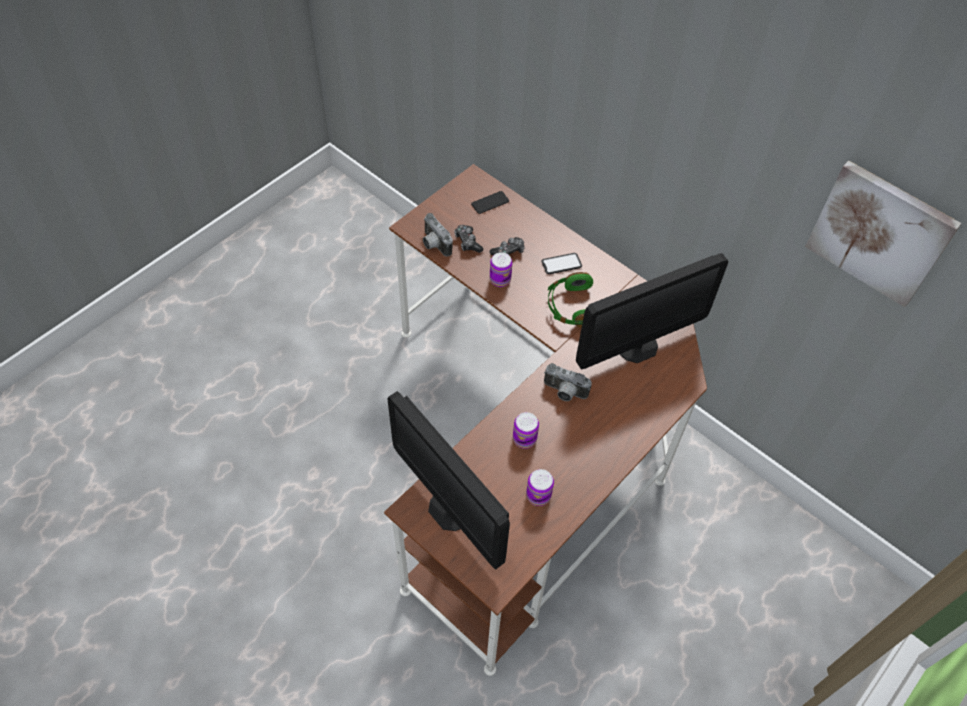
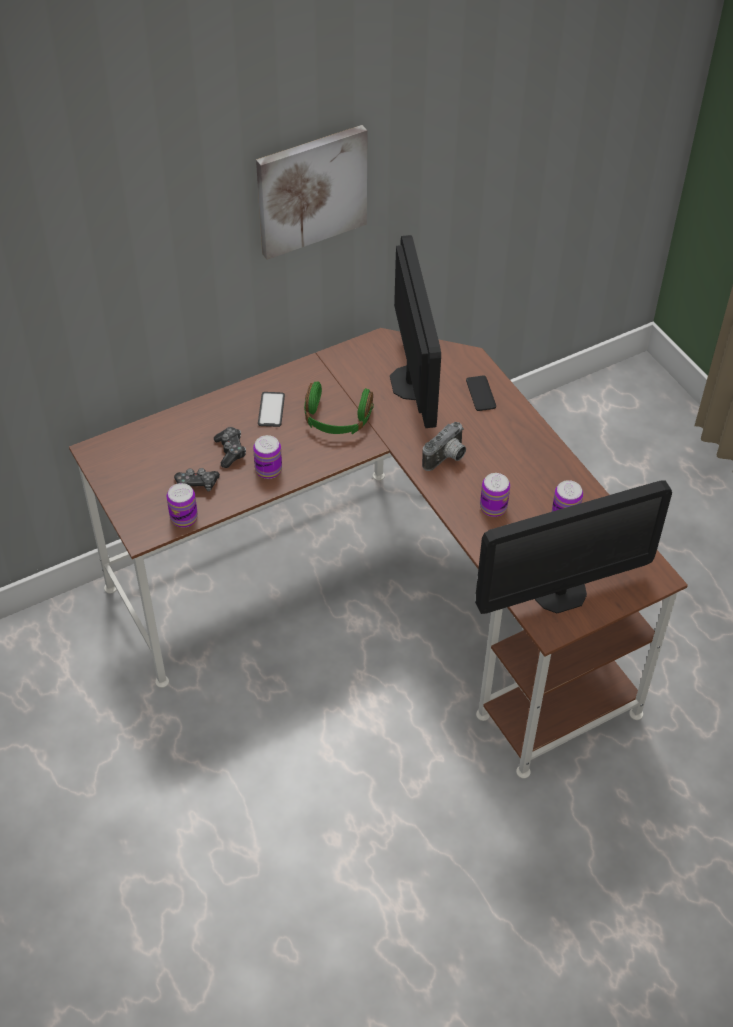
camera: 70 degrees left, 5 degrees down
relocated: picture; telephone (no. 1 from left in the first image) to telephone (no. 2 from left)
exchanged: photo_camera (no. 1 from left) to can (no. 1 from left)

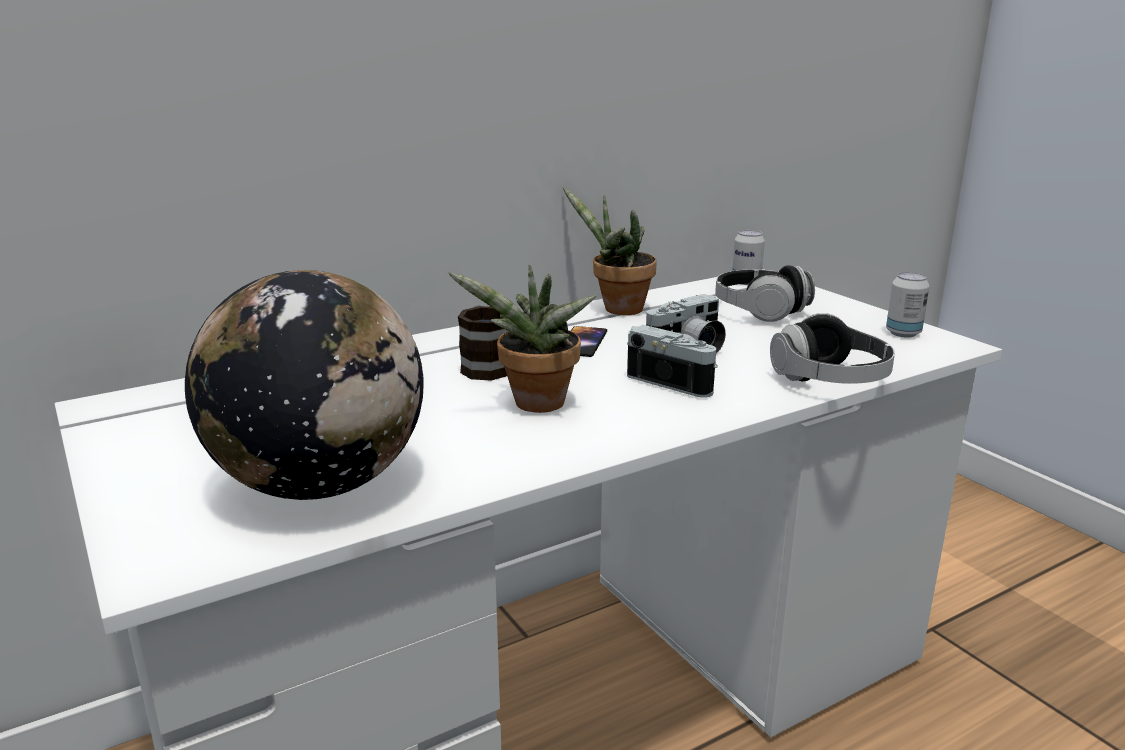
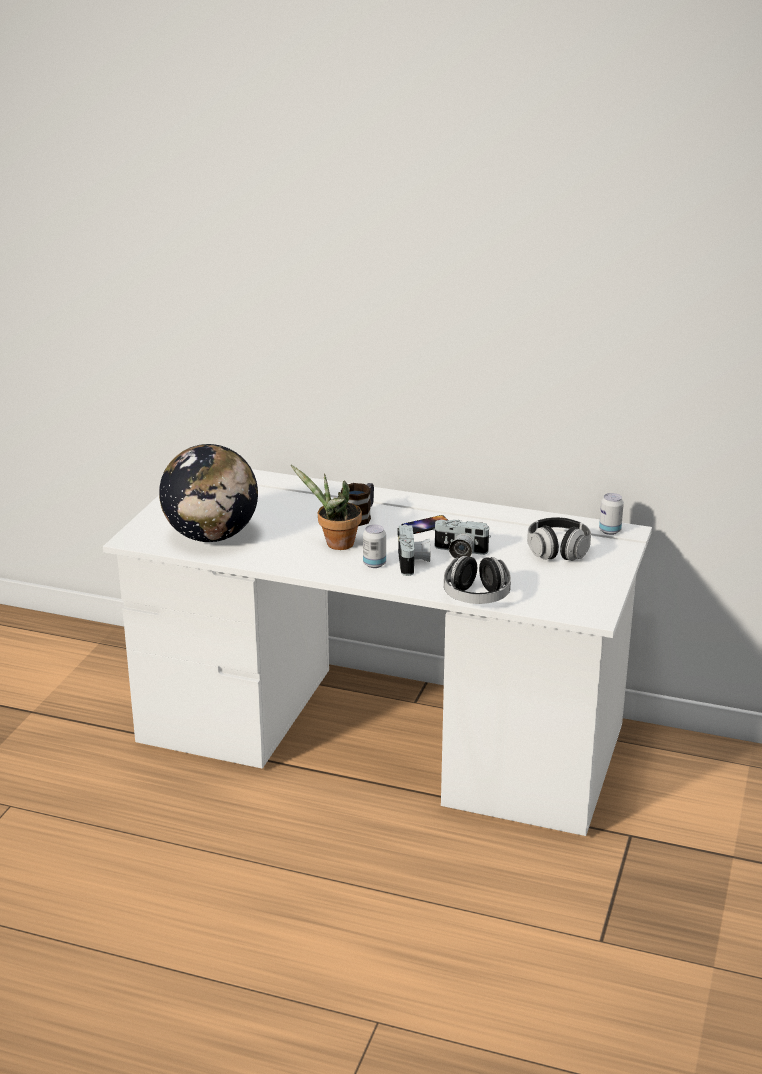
camera: 50 degrees right, 5 degrees up
missing: houseplant (no. 2 from left)
relocated: can (no. 2 from left in the first image) to can (no. 1 from left)

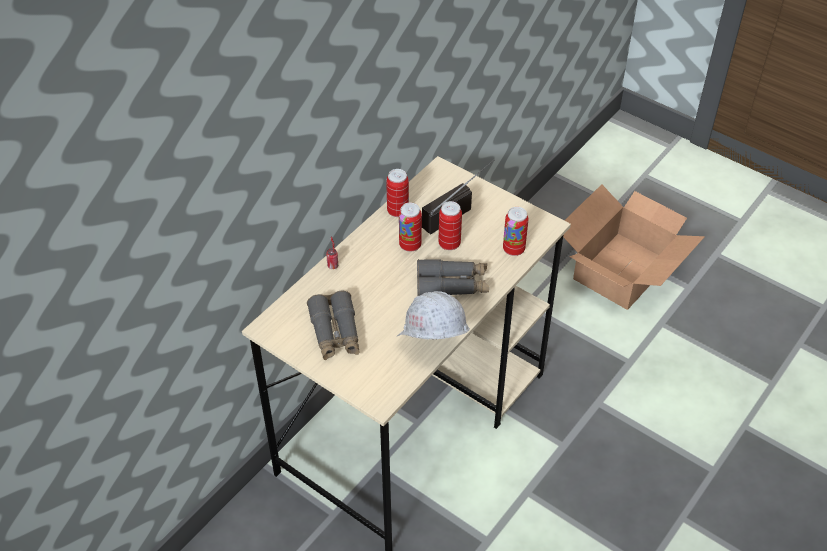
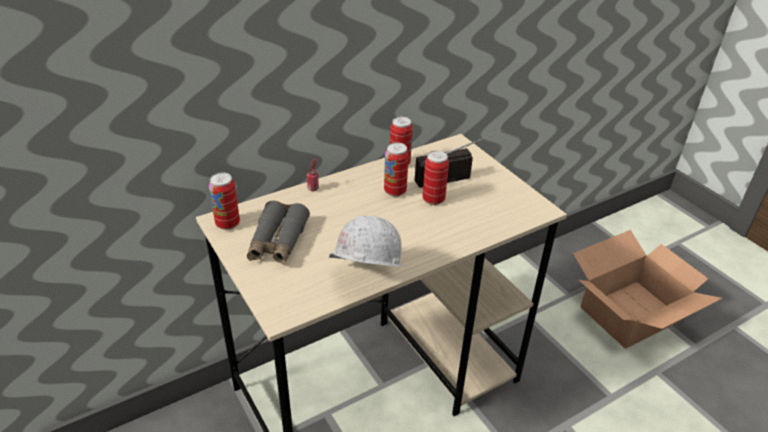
camera: 20 degrees right, 10 degrees down
missing: gray_pair_of_binoculars (no. 2 from left)
relocated: can (no. 5 from left in the first image) to can (no. 1 from left)

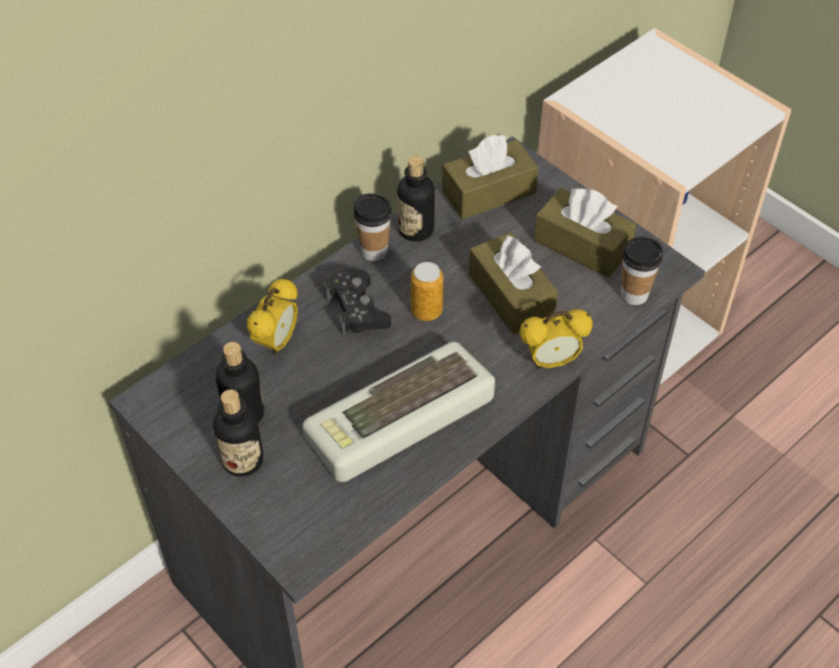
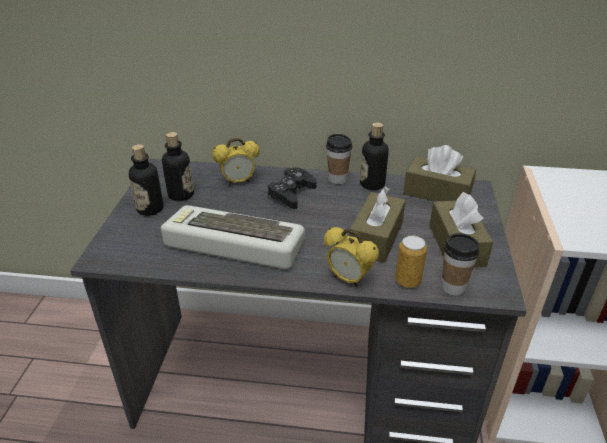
camera: 50 degrees right, 15 degrees down
relocated: can

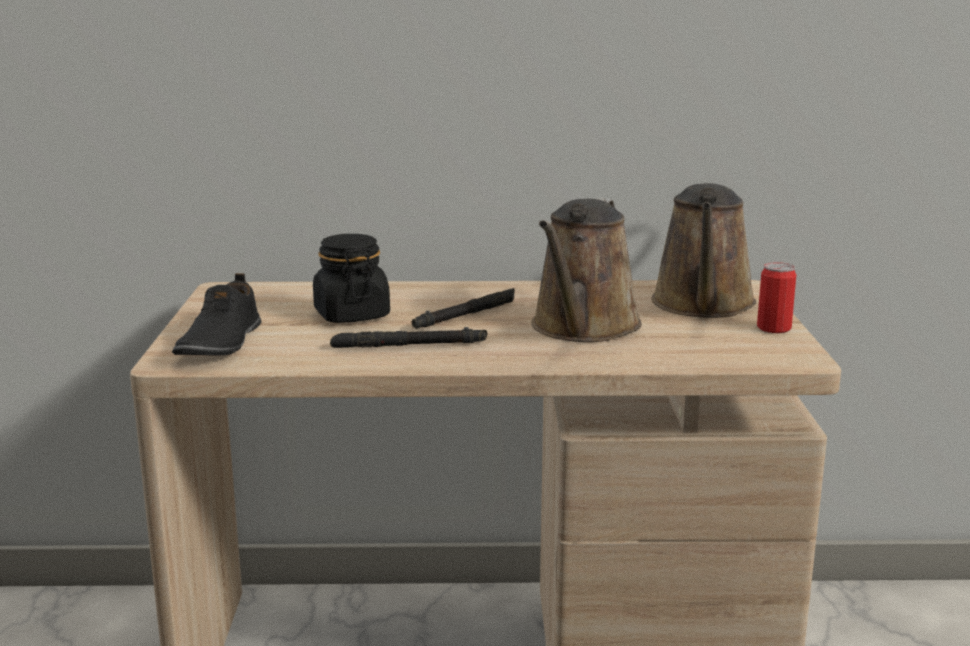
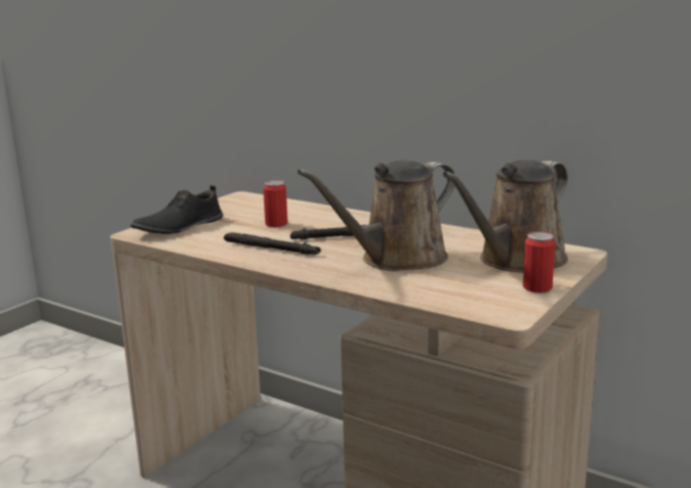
camera: 35 degrees right, 0 degrees up
exchanged: blackish_preserve_jar to can (no. 1 from left)

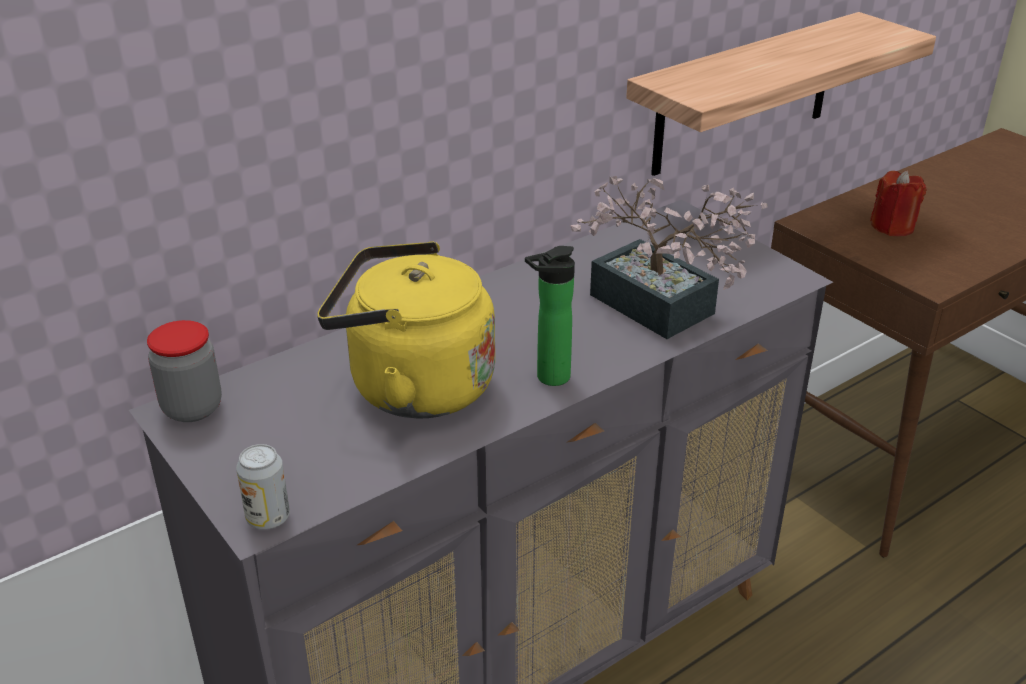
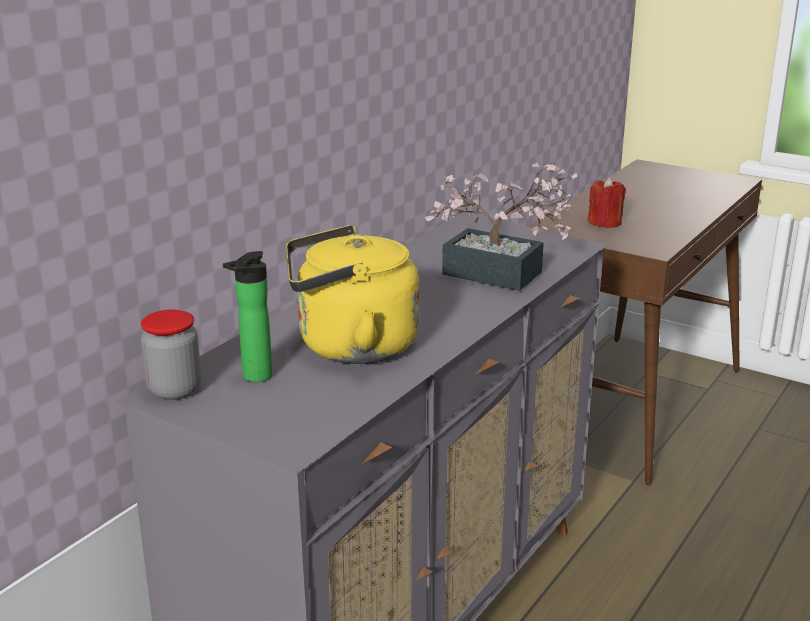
camera: 20 degrees left, 10 degrees down
missing: can; shelf
relocated: bottle

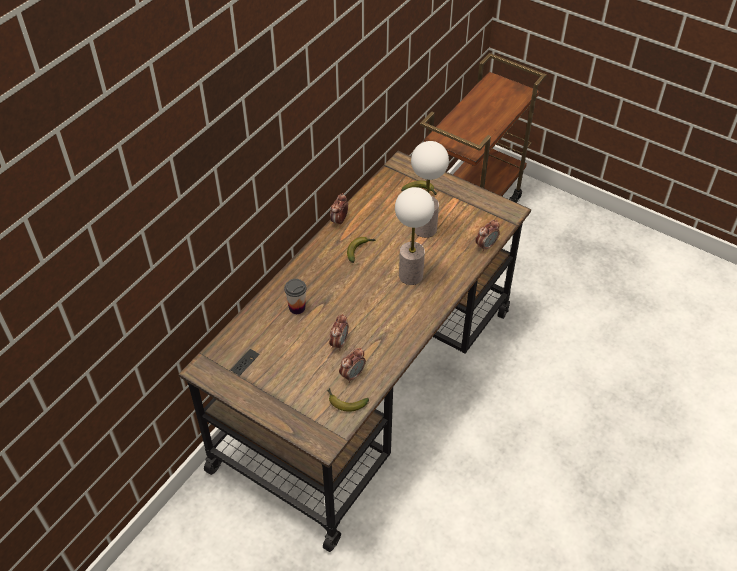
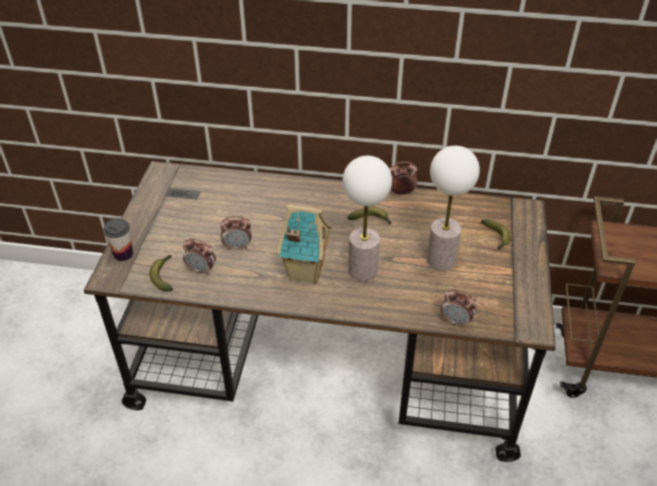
camera: 65 degrees right, 5 degrees down
appeared: miniature_house
relocated: cup

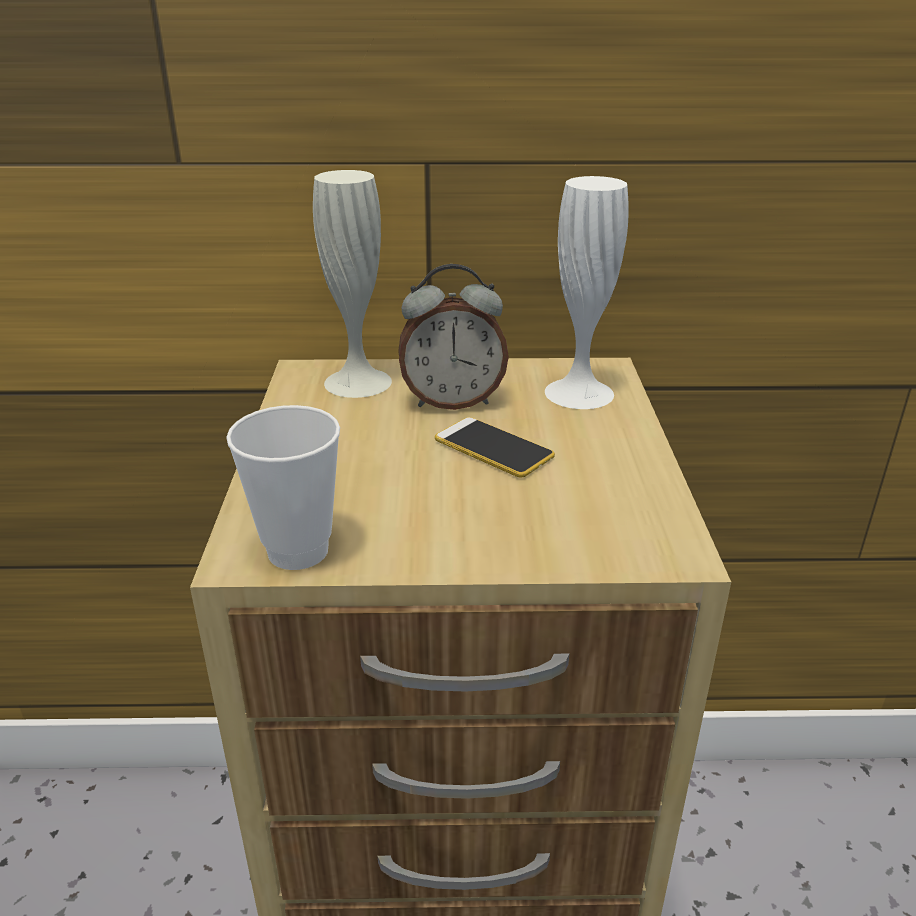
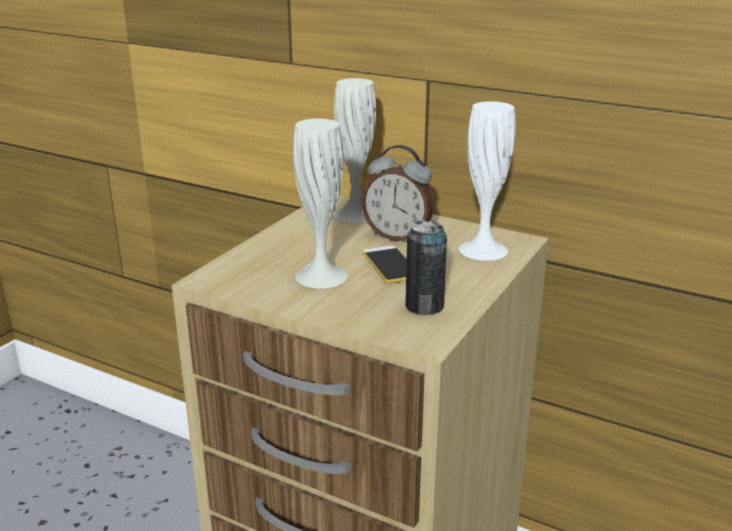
camera: 30 degrees right, 5 degrees down
missing: cup
appeared: white-coloured_decorative_vase (no. 1 from left); can

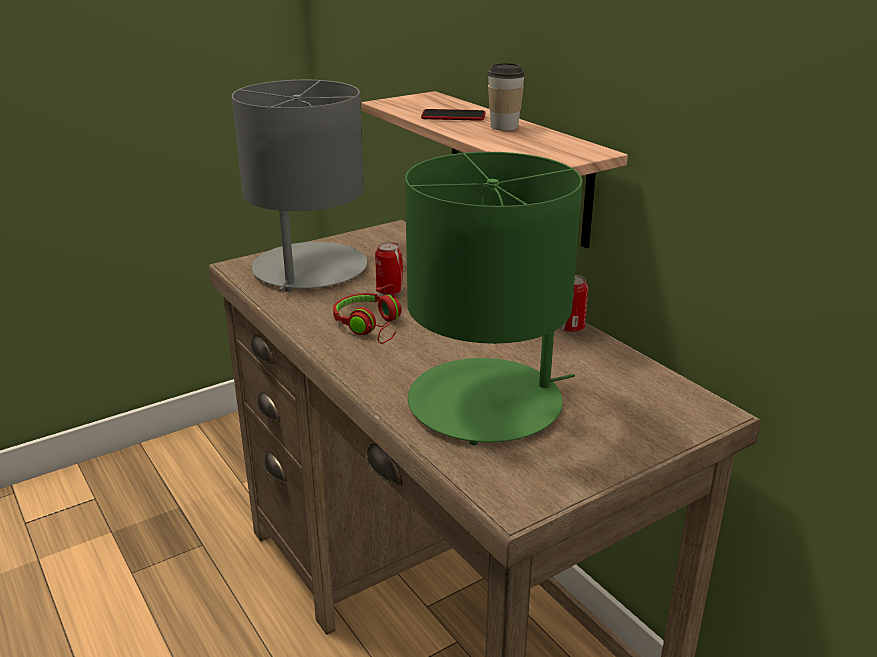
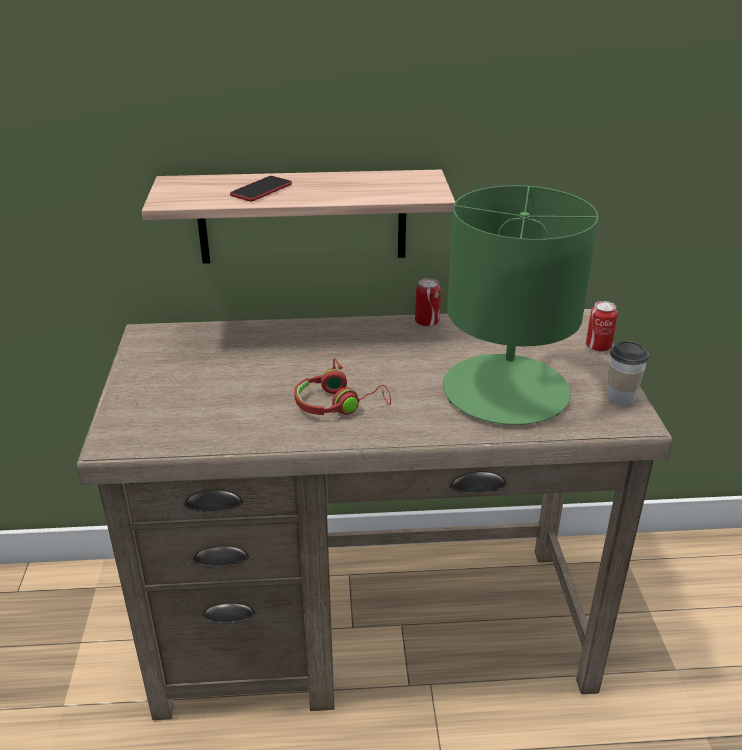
camera: 60 degrees left, 5 degrees up
missing: gray_table_lamp
relocated: can (no. 1 from left in the first image) to can (no. 2 from left); cup

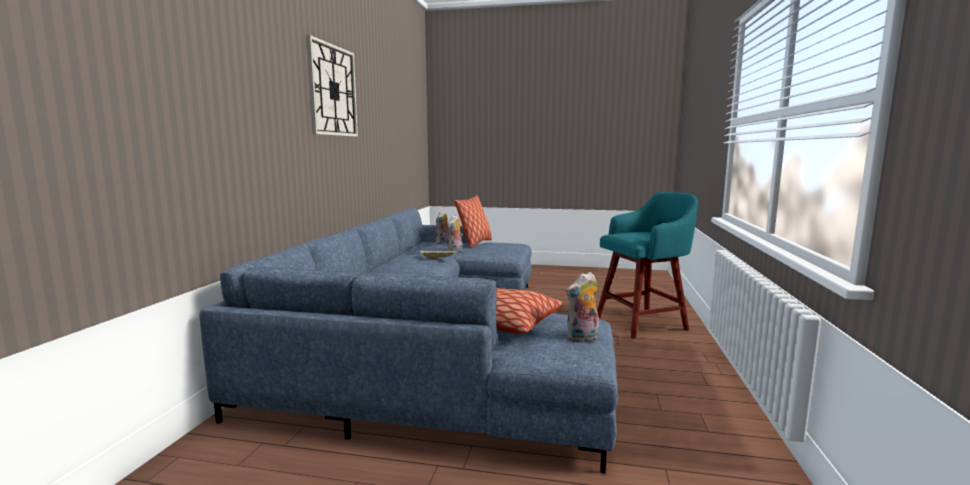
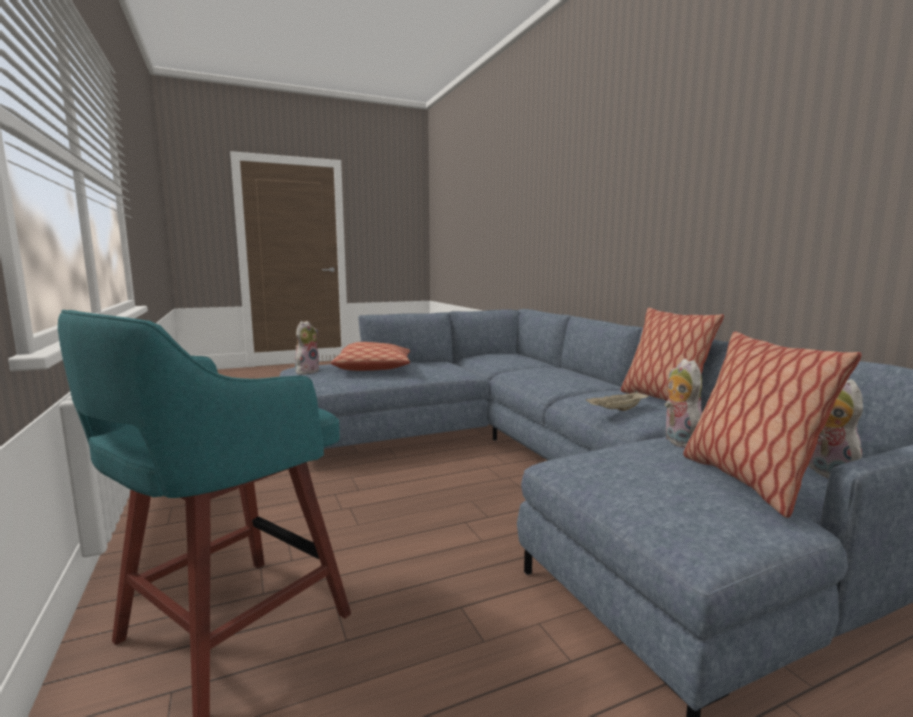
camera: 145 degrees right, 0 degrees up
missing: clock_on_the_wall
appeared: cushion (no. 2 from left)

